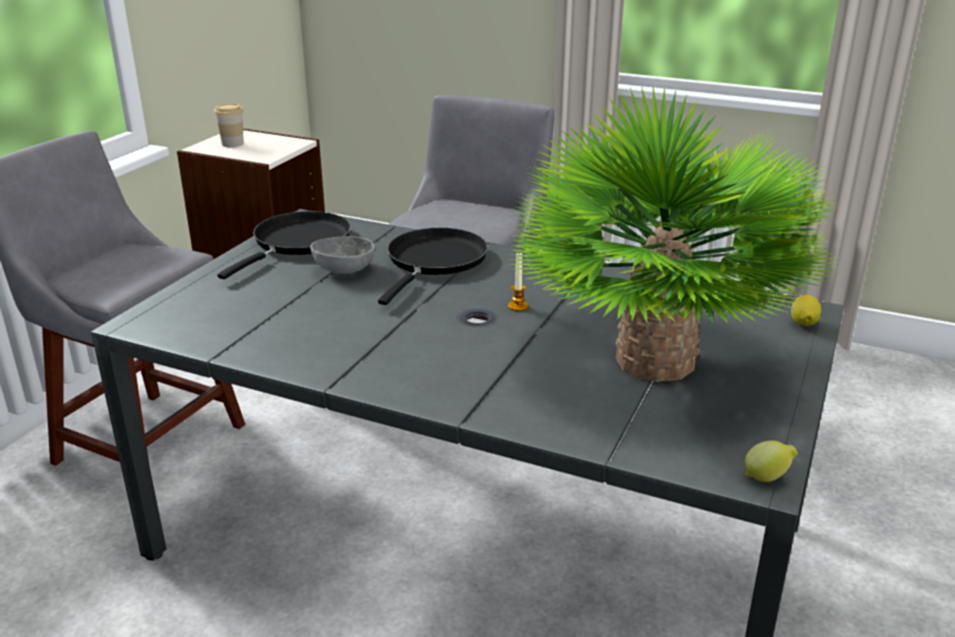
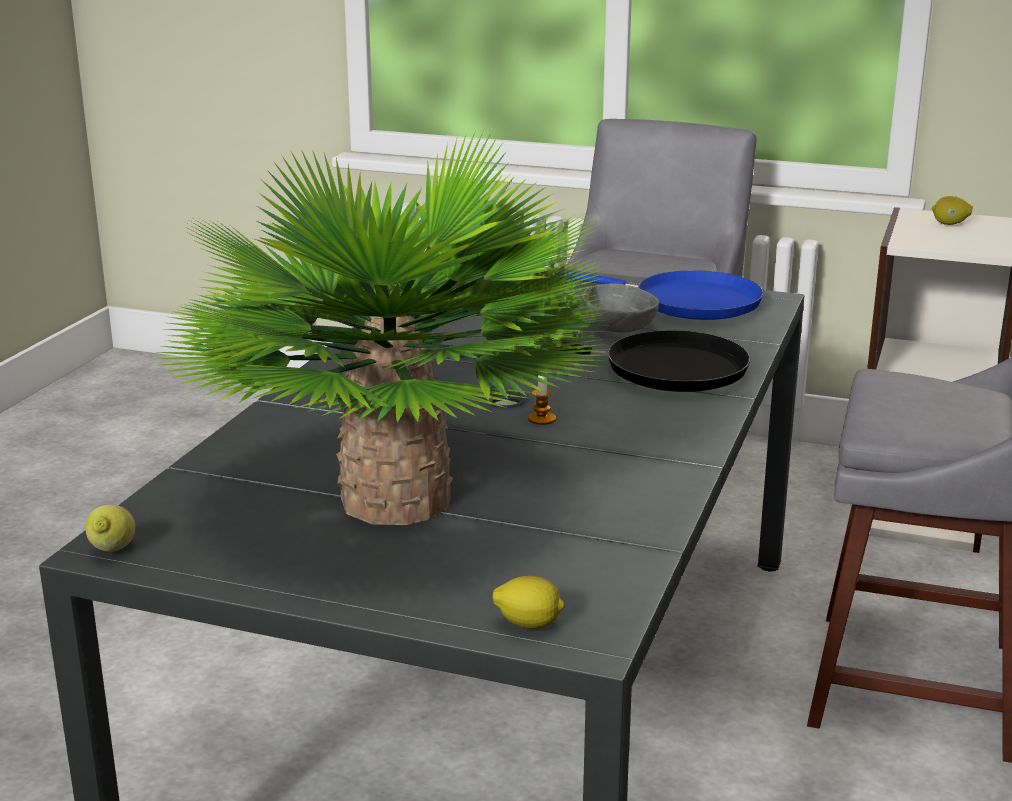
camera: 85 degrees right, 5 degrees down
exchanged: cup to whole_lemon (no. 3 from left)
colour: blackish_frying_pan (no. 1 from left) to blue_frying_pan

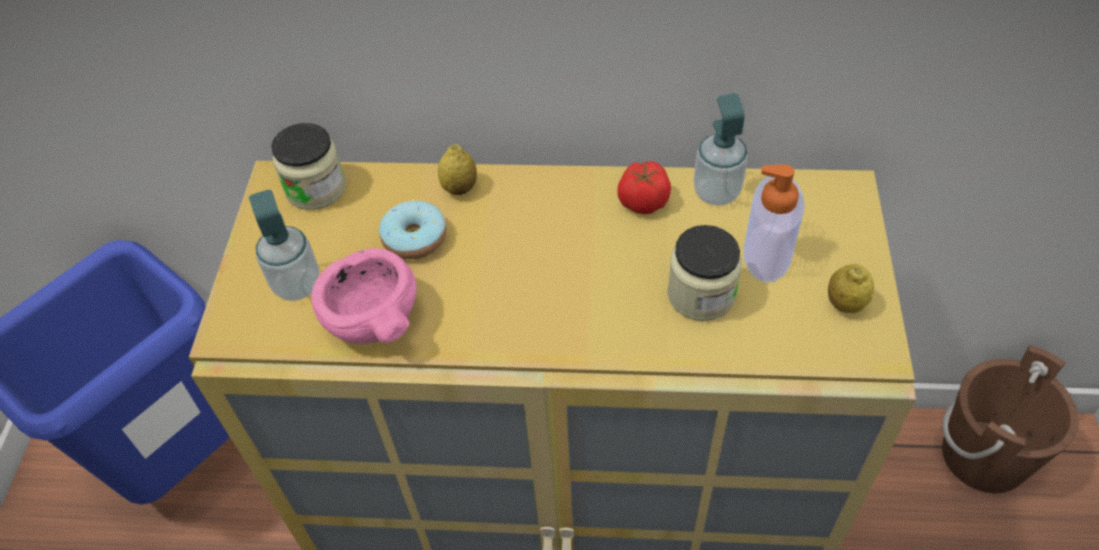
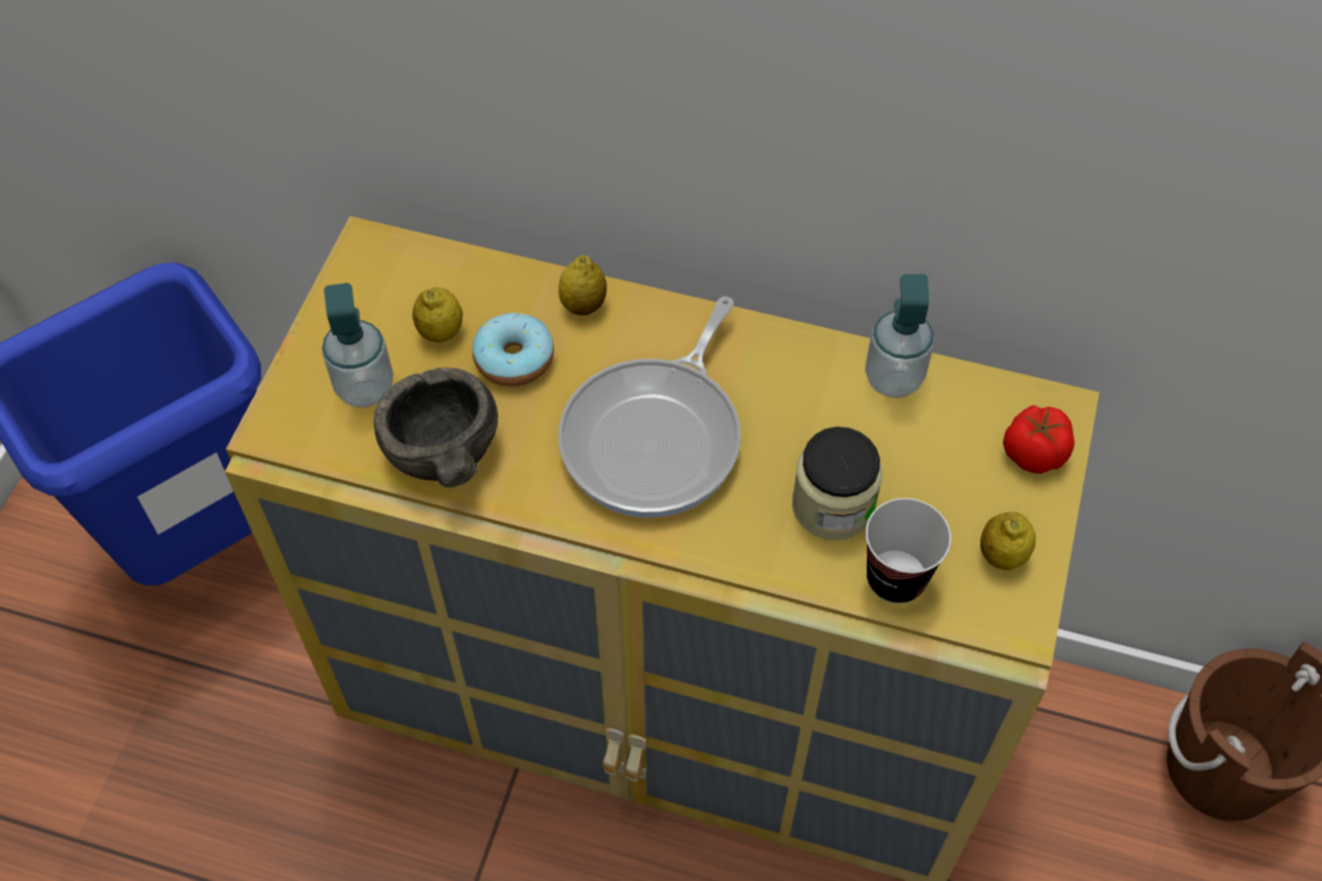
camera: 10 degrees right, 5 degrees up
missing: preserve_jar (no. 1 from left); soap_bottle (no. 3 from left)
appeared: whole_lemon (no. 1 from left); frying_pan; cup
relocated: fresh_tomato
colour: pink_deep_dish to gray_deep_dish

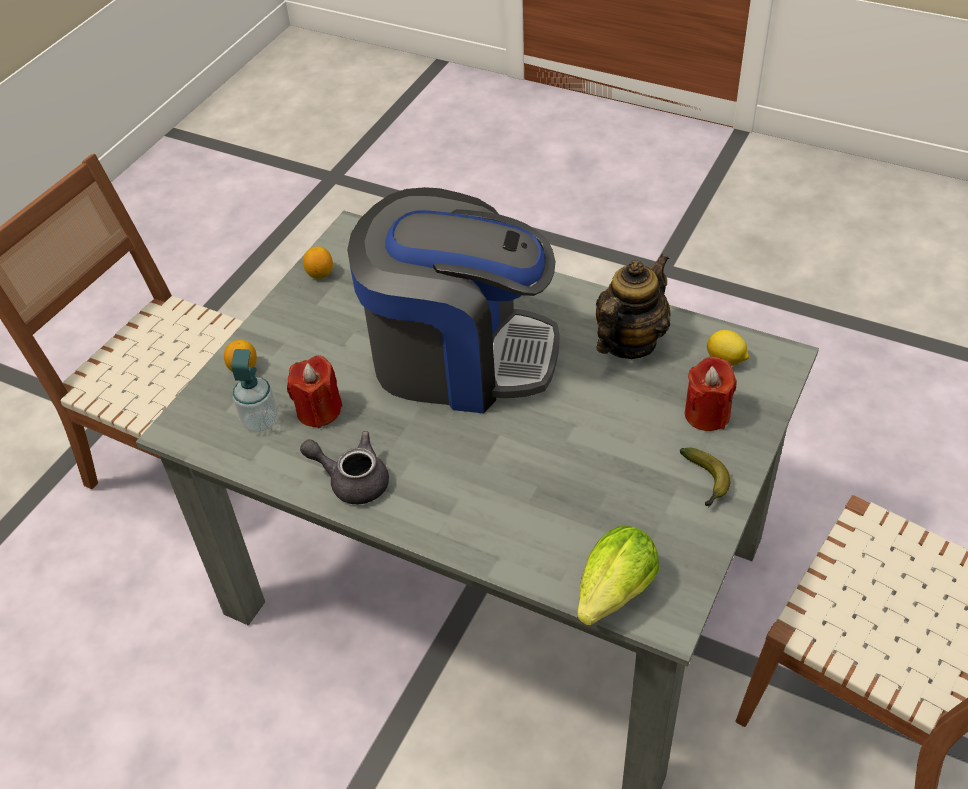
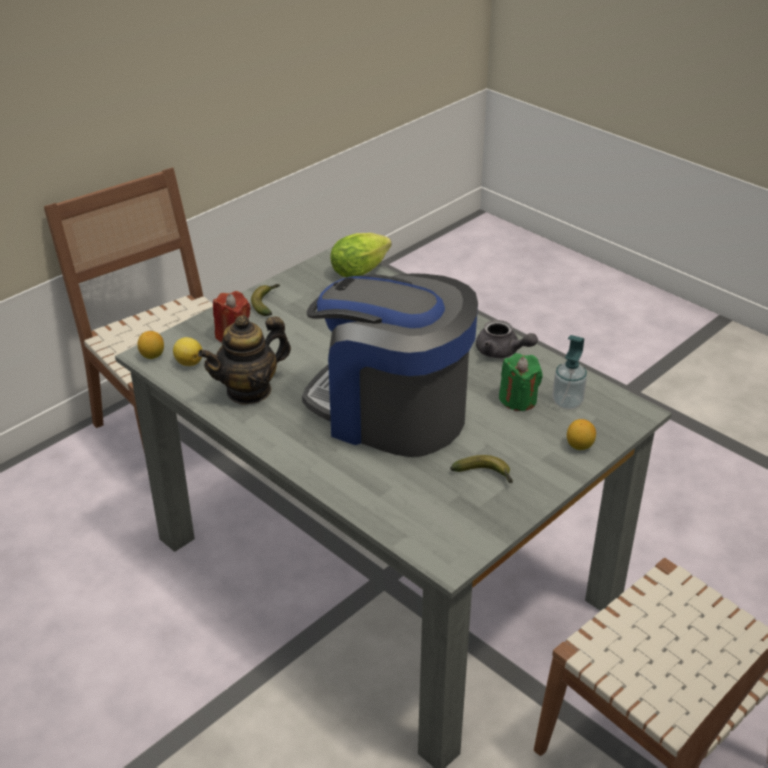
camera: 165 degrees left, 10 degrees down
appeared: banana (no. 2 from left)
relocated: whole_lemon (no. 2 from left in the first image) to whole_lemon (no. 1 from left)
colour: reddish_wax_light (no. 1 from left) to green_wax_light

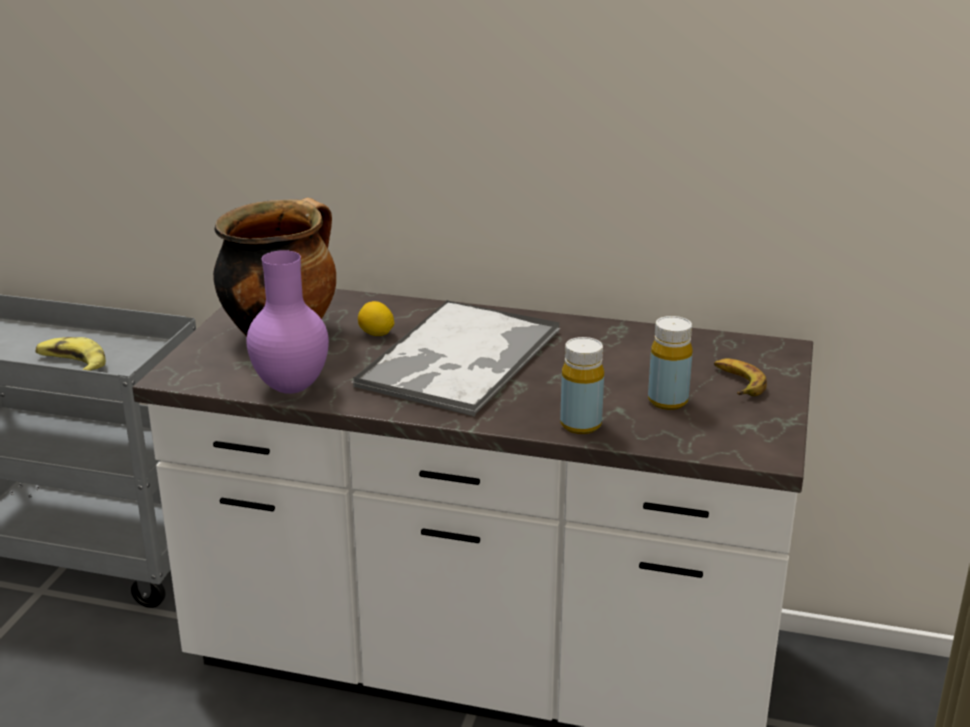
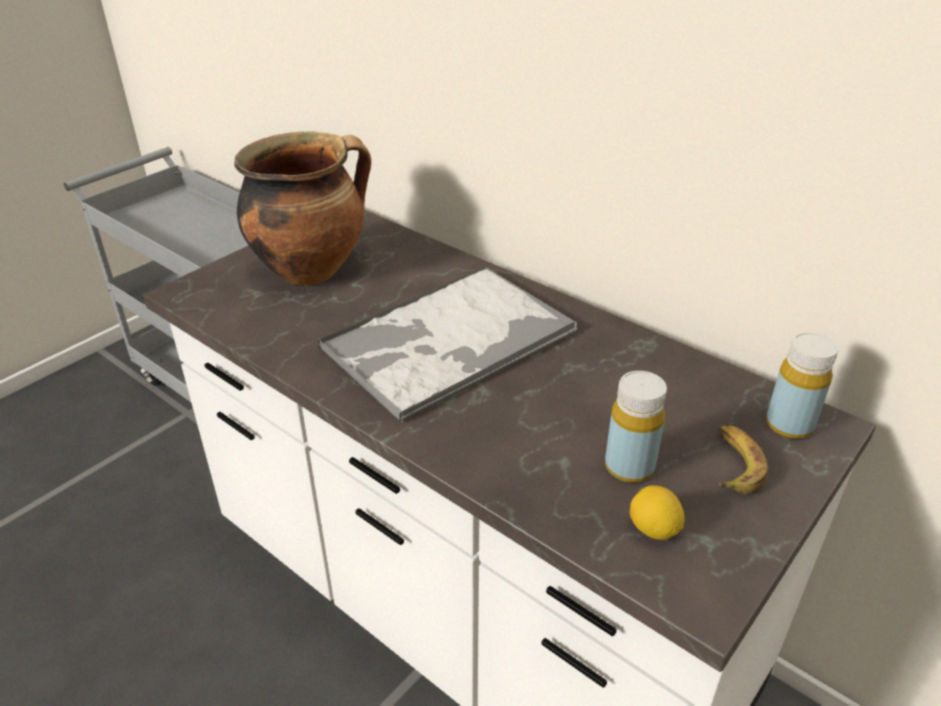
camera: 25 degrees right, 10 degrees up
missing: banana (no. 1 from left); purplish_decorative_vase
relocated: whole_lemon; yellowish_bottle (no. 1 from left in the first image) to yellowish_bottle (no. 2 from left)

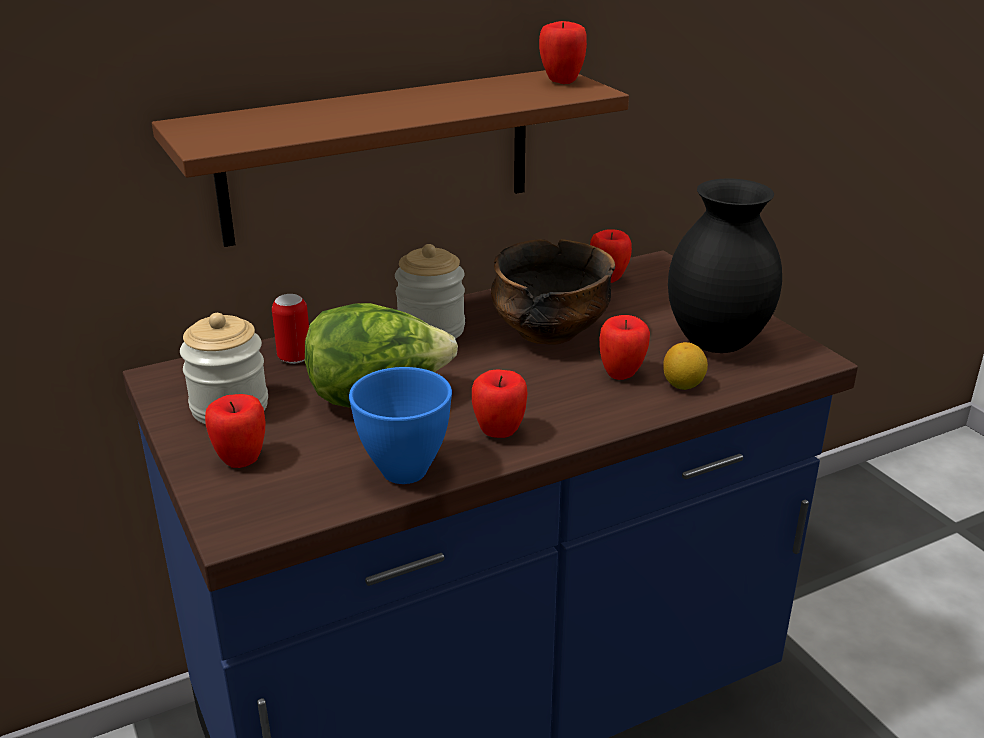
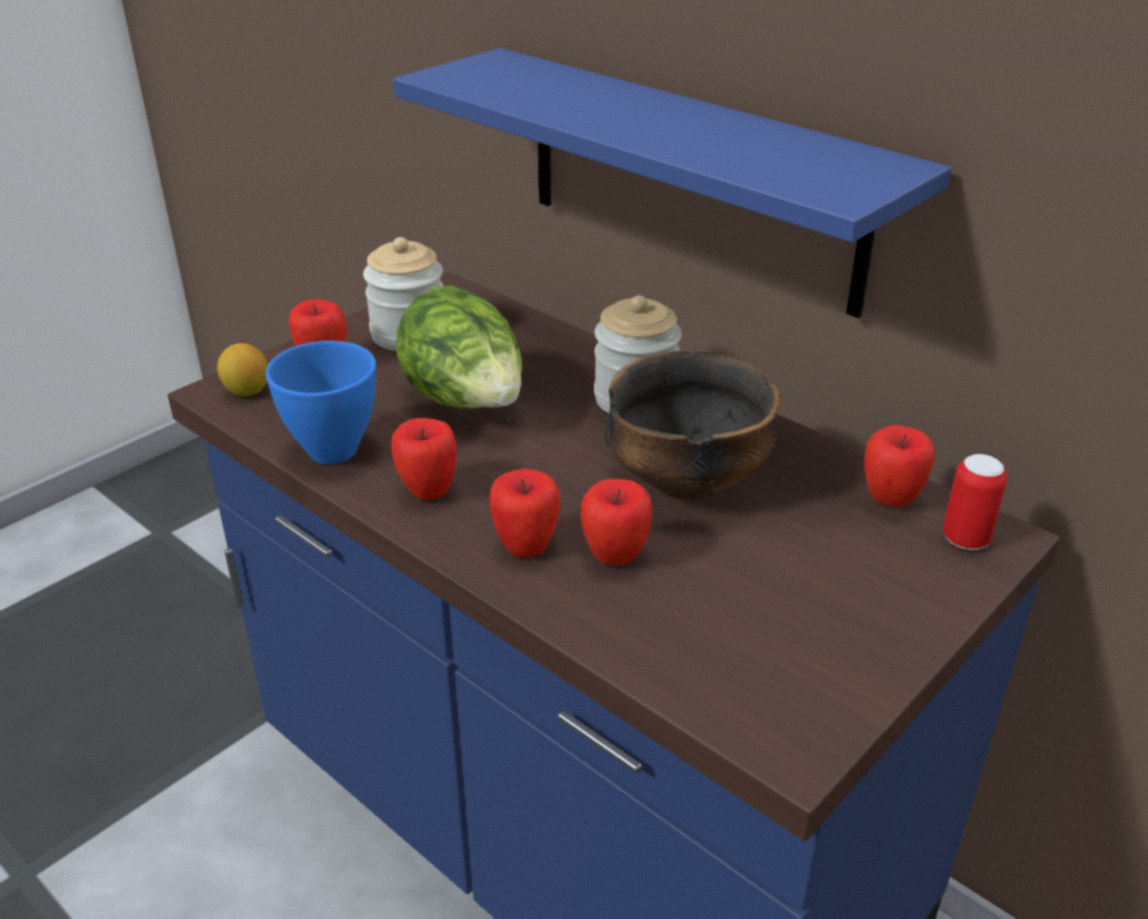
camera: 70 degrees right, 5 degrees up
missing: blackish_decorative_vase
relocated: whole_lemon; apple_fruit (no. 3 from left); can
colour: brown-coloured_shelf to blue_shelf

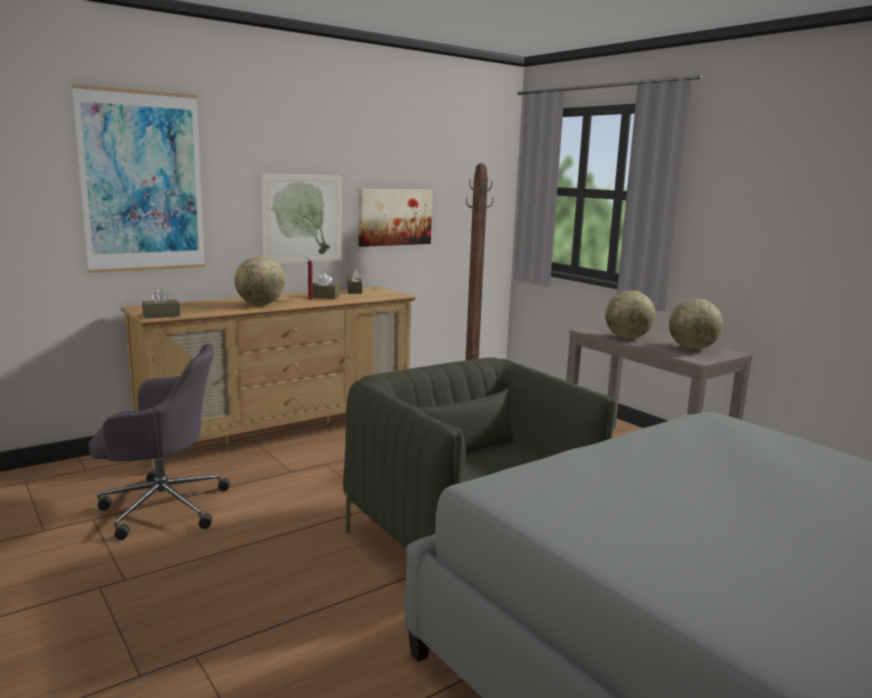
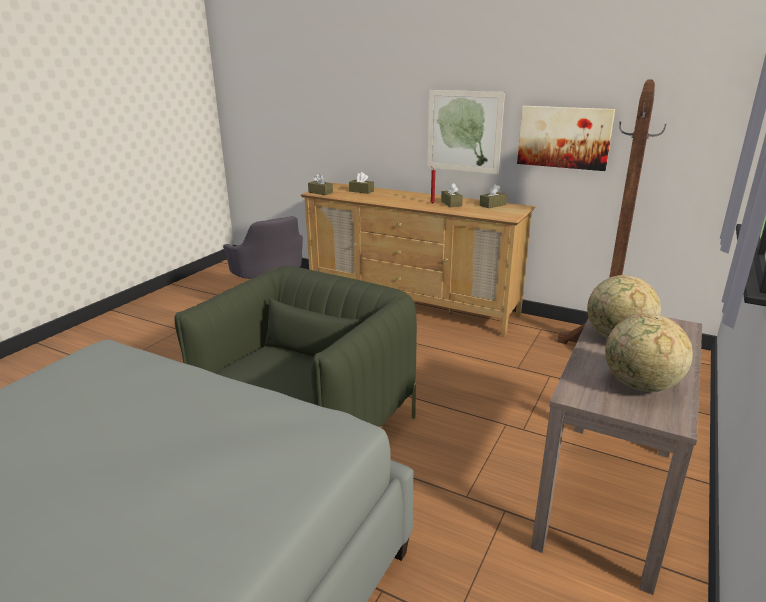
camera: 65 degrees right, 10 degrees up
missing: picture (no. 1 from left); globe (no. 1 from left)
appeared: brown-coloured_box_of_tissues (no. 2 from left)

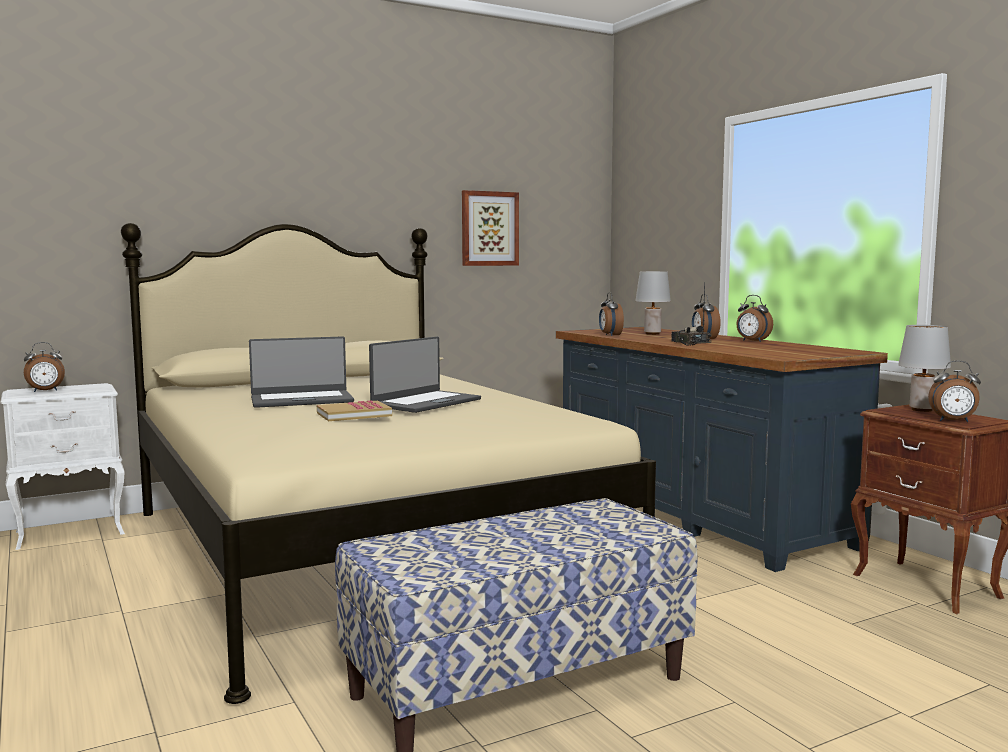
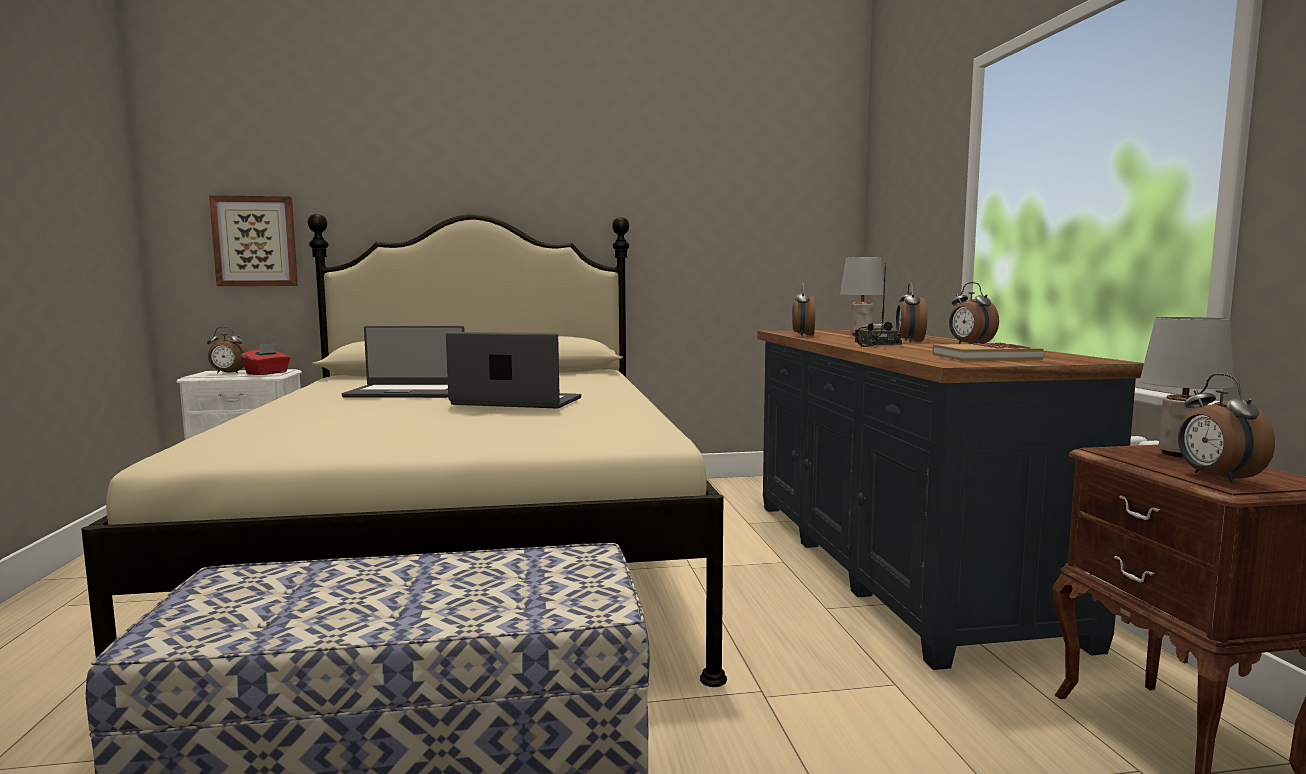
camera: 20 degrees right, 0 degrees up
appeared: reddish_box_of_tissues
relocated: picture; book
spun: notebook_computer (no. 2 from left) 135 degrees counterclockwise; alarm_clock (no. 5 from left) 45 degrees clockwise

